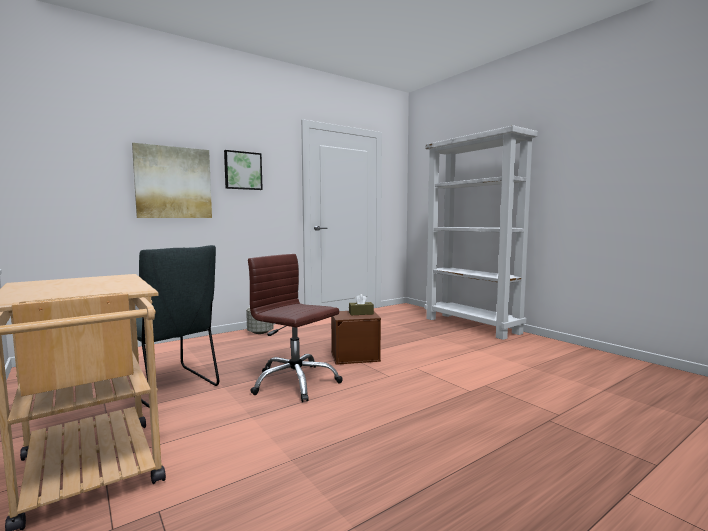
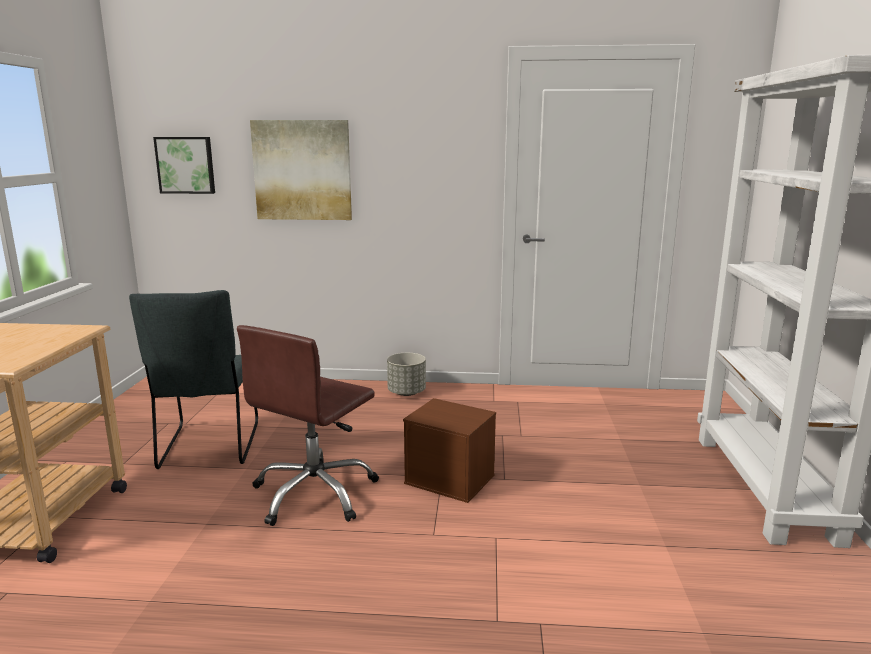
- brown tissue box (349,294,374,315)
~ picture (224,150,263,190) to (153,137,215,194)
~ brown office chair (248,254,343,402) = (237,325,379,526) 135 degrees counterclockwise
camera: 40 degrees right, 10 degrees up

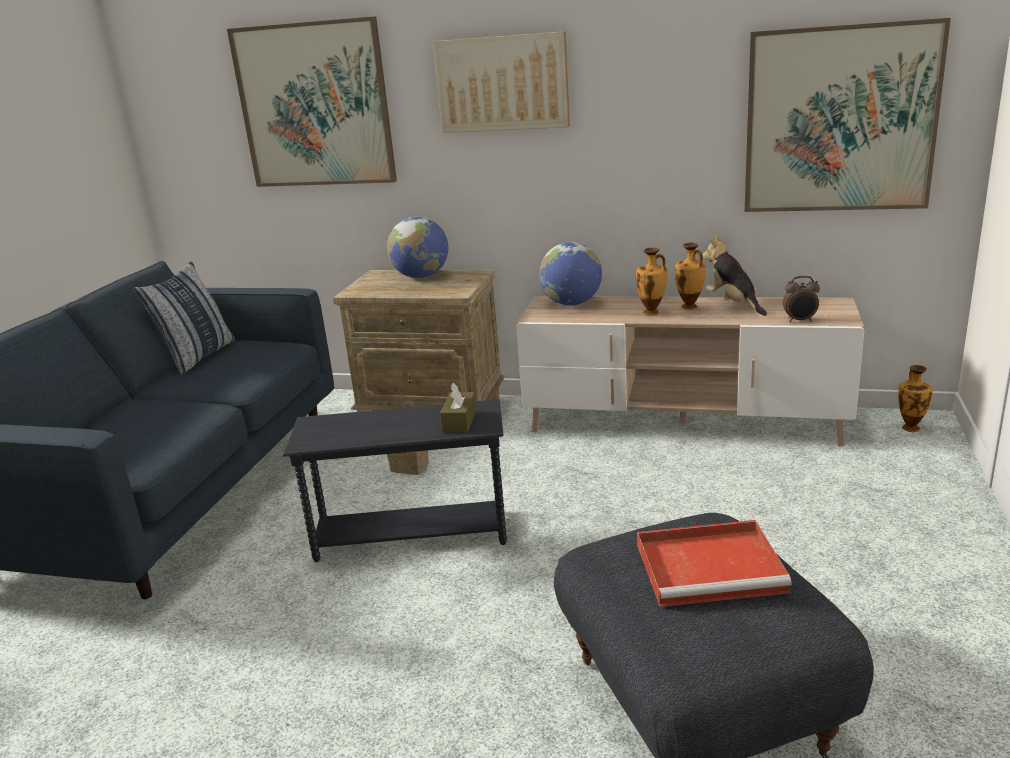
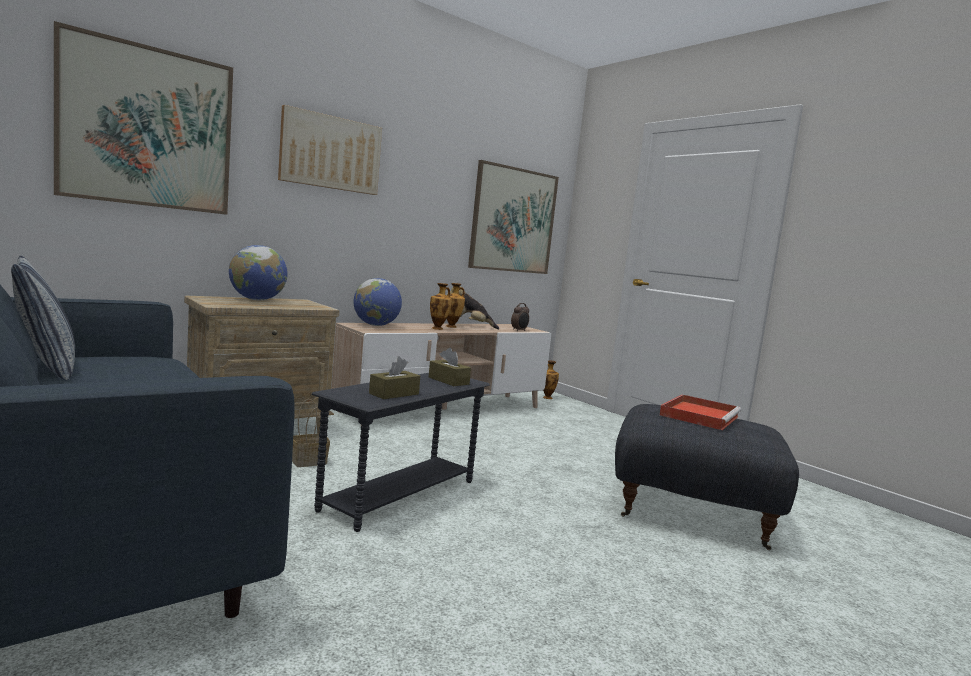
+ brown tissue box (369,356,420,399)
camera: 55 degrees left, 15 degrees down

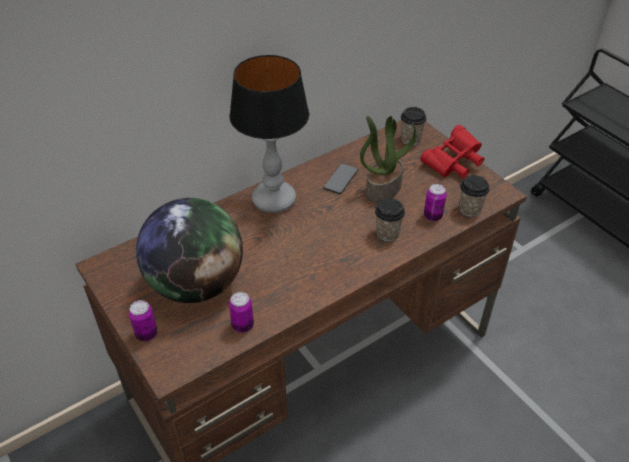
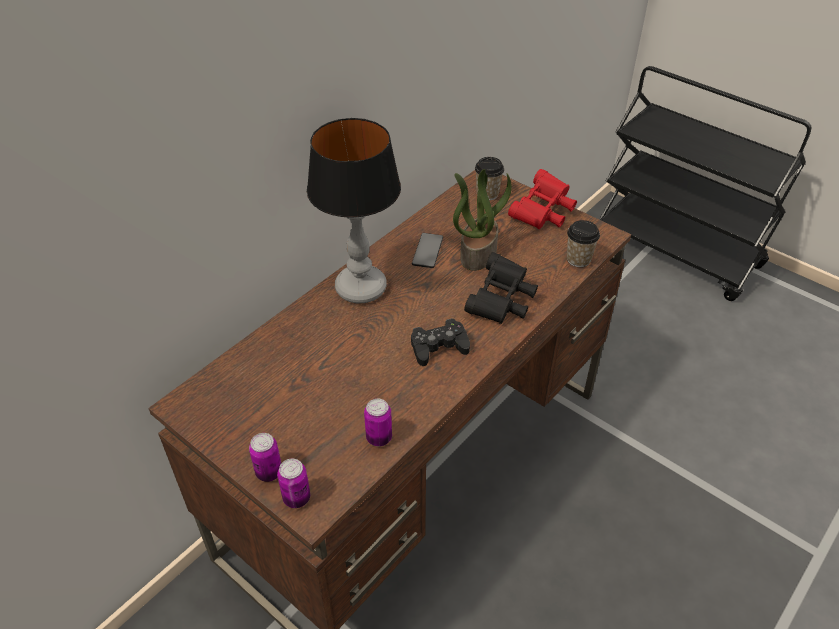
- globe (136,198,243,303)
+ black game controller (411,318,470,366)
~ can (424,184,447,221) to (277,459,310,508)
~ cup (375,198,405,241) to black binoculars (464,252,538,324)
camera: 15 degrees left, 0 degrees up

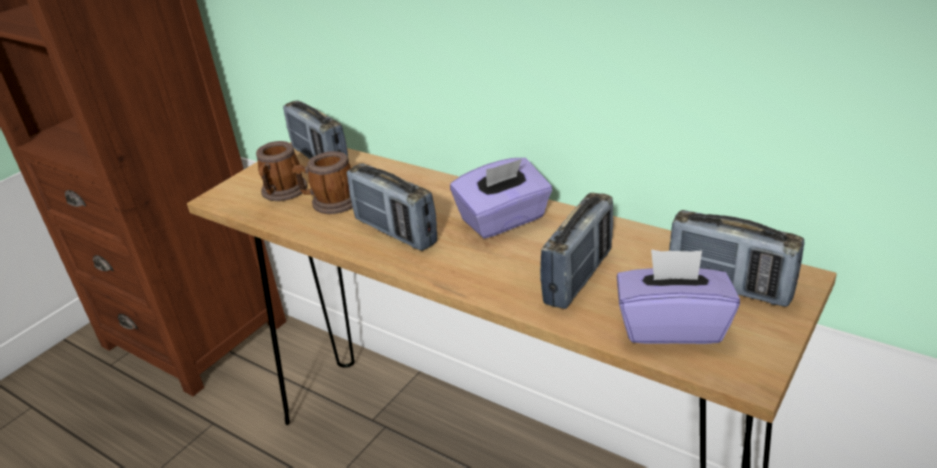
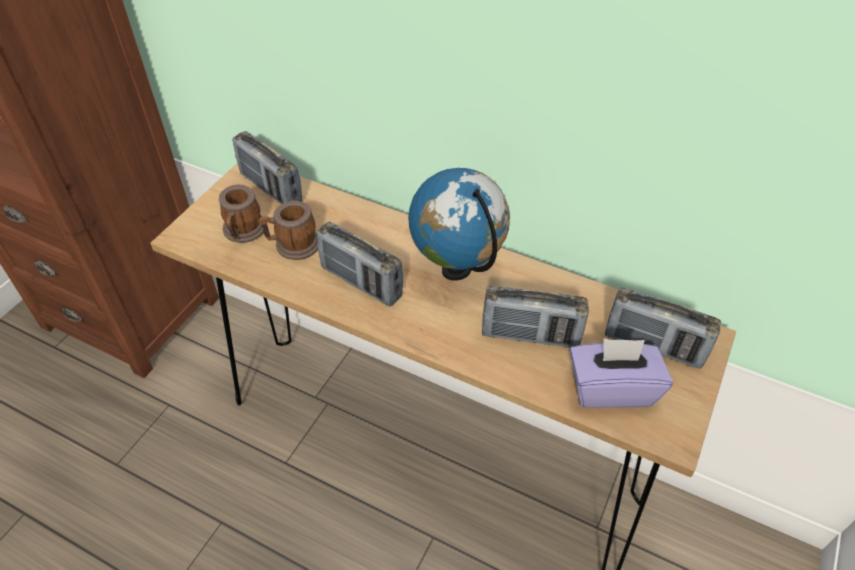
~ purple tissue box (450,158,552,239) to globe (408,168,510,281)
~ radio (540,193,613,309) = (482,286,589,348) 75 degrees clockwise
camera: 10 degrees left, 15 degrees up

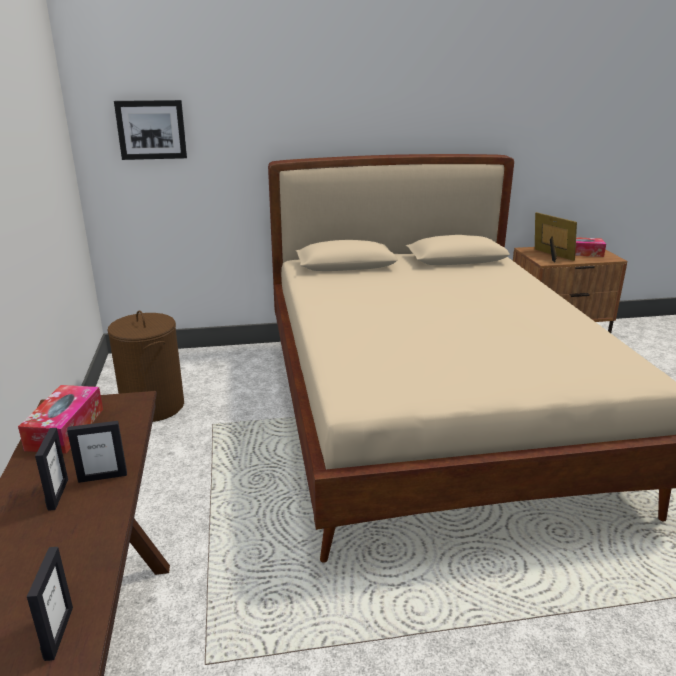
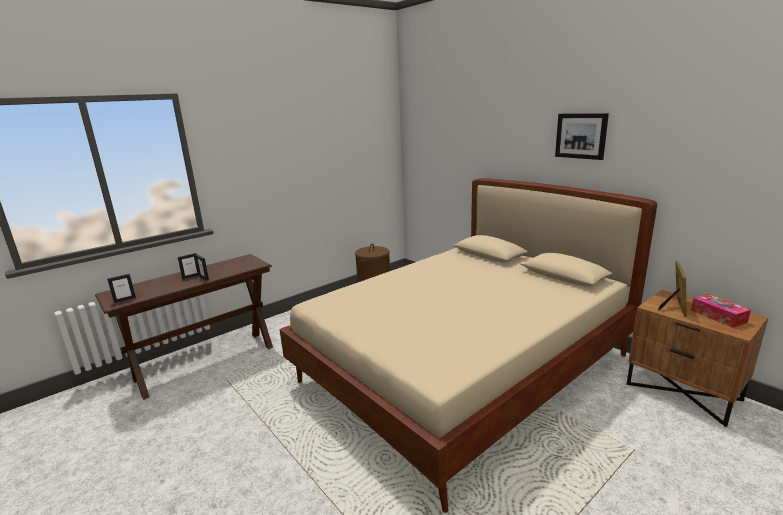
- tissue box (18,385,103,454)
~ picture (114,100,187,160) to (555,113,609,160)
camera: 60 degrees right, 5 degrees down

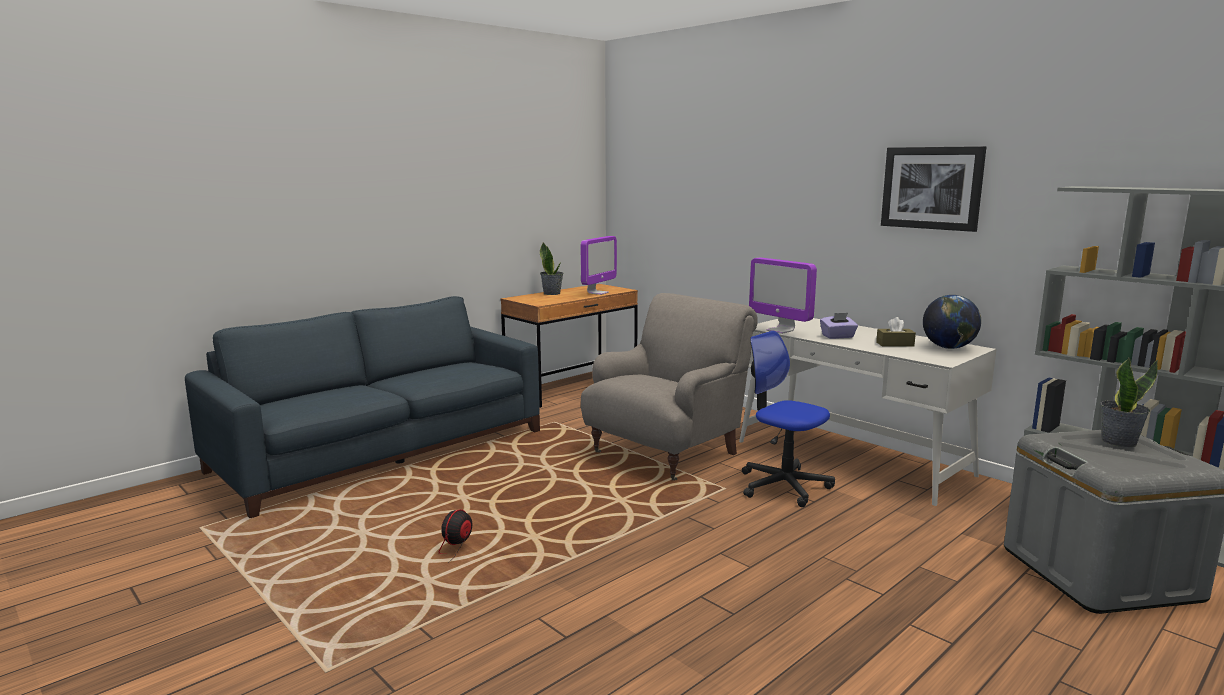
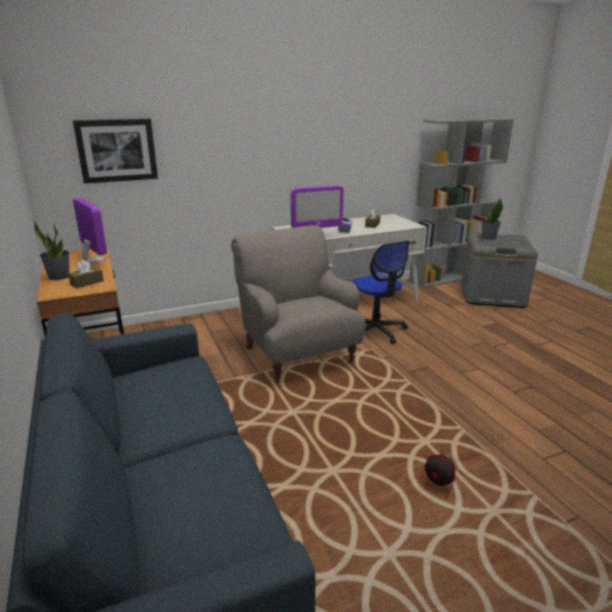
- globe (923,295,981,349)
+ brown tissue box (68,260,104,288)
~ picture (881,146,986,232) to (73,119,158,184)
~ office chair (742,331,835,507) = (353,241,409,344) 90 degrees counterclockwise
camera: 70 degrees left, 10 degrees up

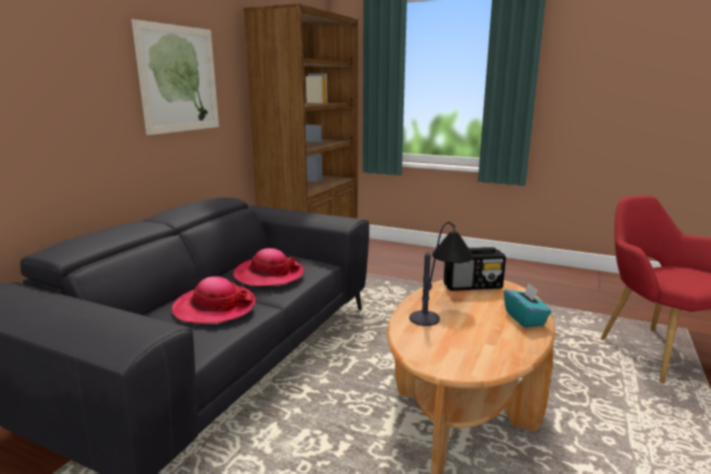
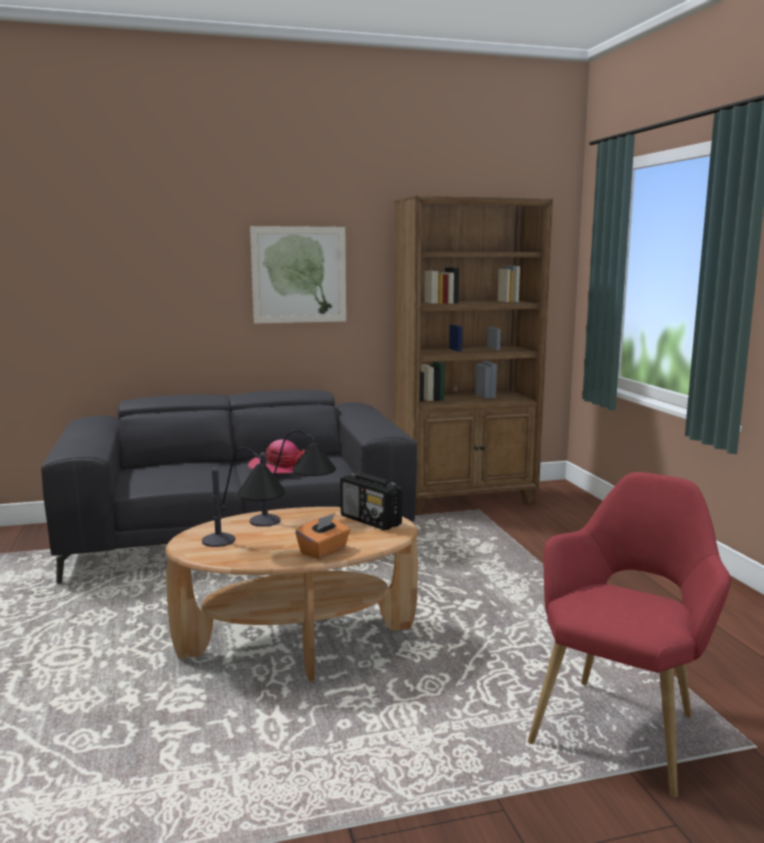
- hat (172,276,256,324)
+ table lamp (202,447,286,547)
~ turquoise tissue box (504,283,551,328) to orange tissue box (295,513,351,559)
camera: 50 degrees right, 5 degrees down

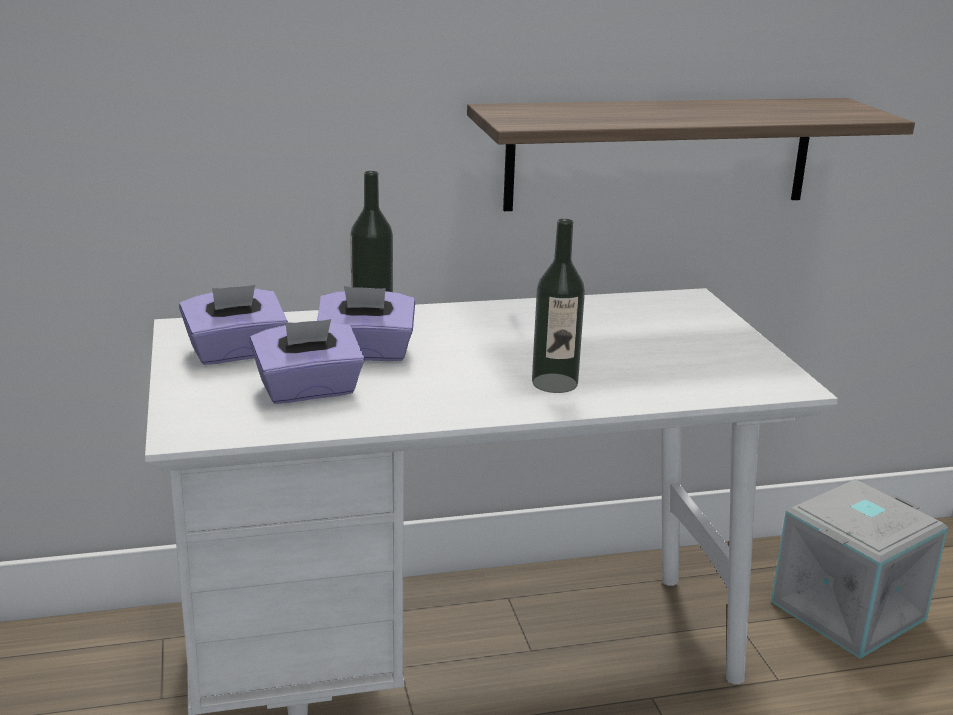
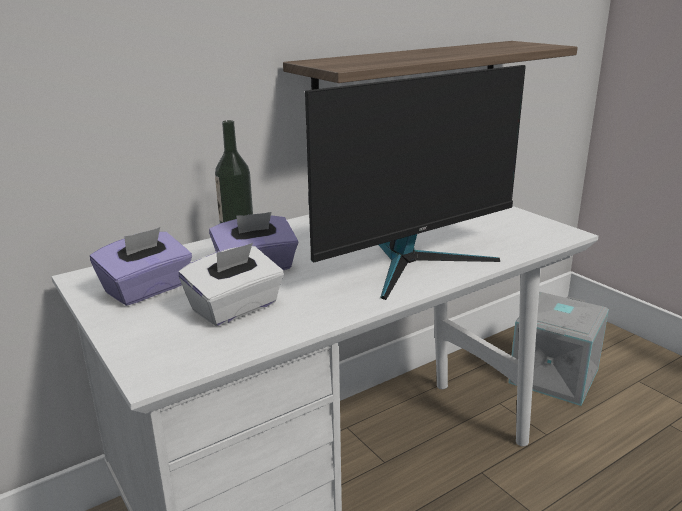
~ bottle (532,219,585,393) to monitor (305,65,526,300)
~ purple tissue box (250,319,365,404) to white tissue box (179,243,284,326)
camera: 20 degrees left, 0 degrees up

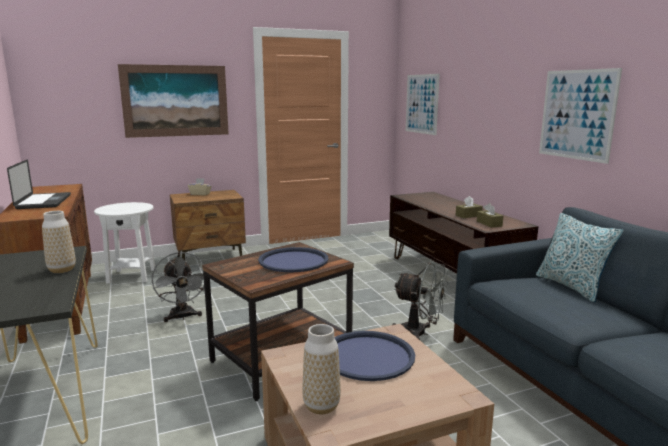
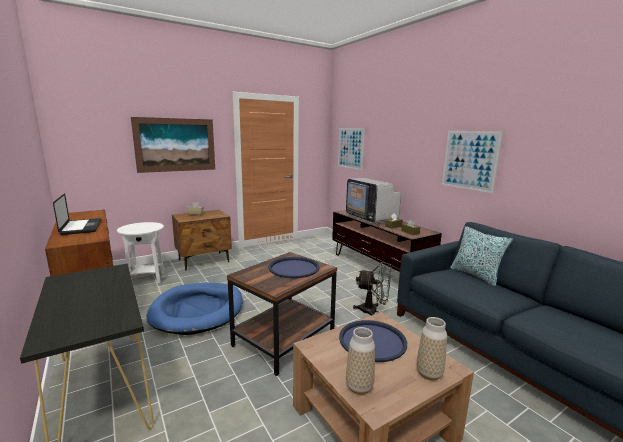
+ television (346,178,401,224)
~ vase (42,211,76,273) to (417,317,447,381)
~ grey fan (152,252,205,322) to blue dog bed (146,283,243,335)
camera: 10 degrees left, 0 degrees up

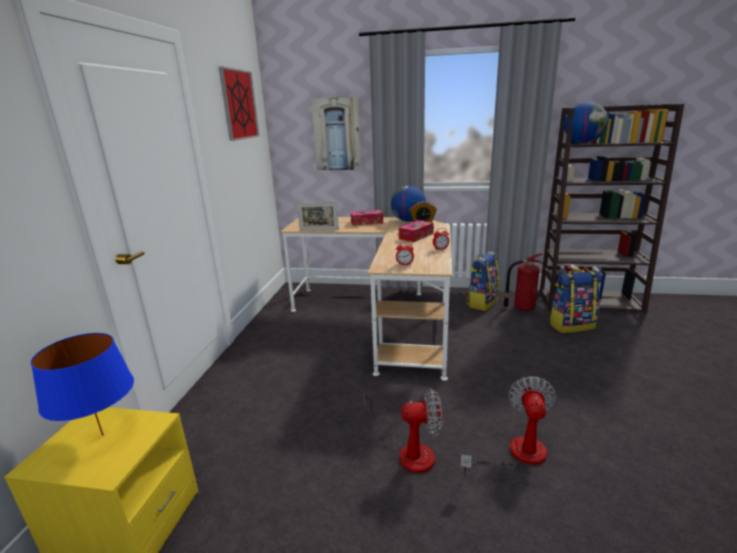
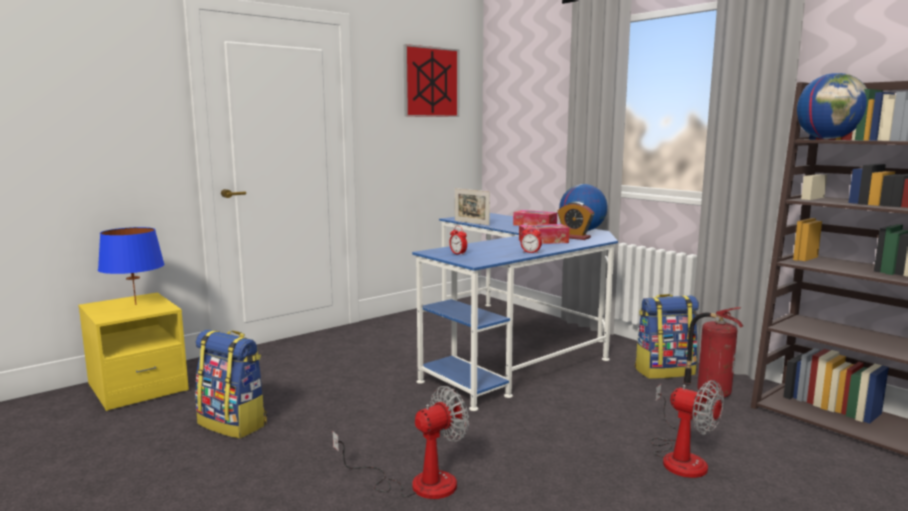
- picture (311,97,361,170)
~ fan (364,388,442,473) to (651,380,724,478)
~ backpack (549,270,602,333) to (195,330,267,439)
~ beige desk (280,217,452,381) to blue desk (412,213,618,411)
camera: 40 degrees right, 10 degrees down

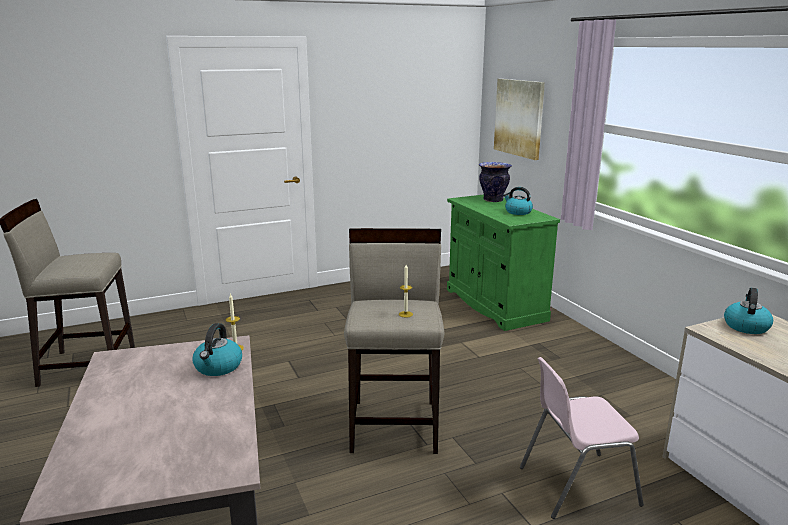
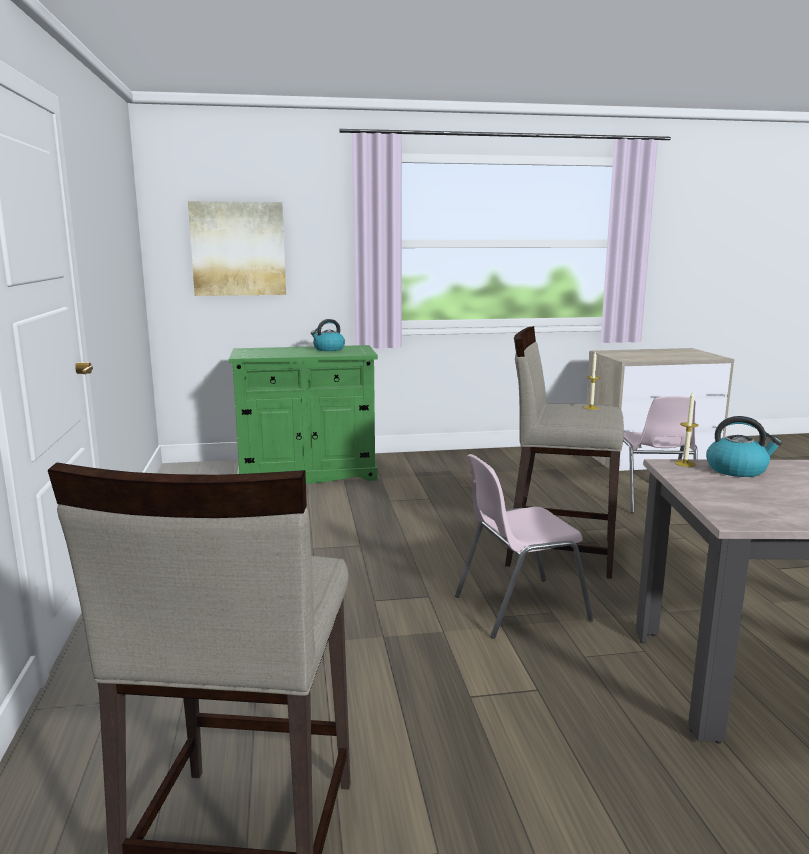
- vase (479,162,512,202)
- kettle (724,288,773,334)
+ pink chair (455,454,593,639)
camera: 75 degrees left, 5 degrees down

